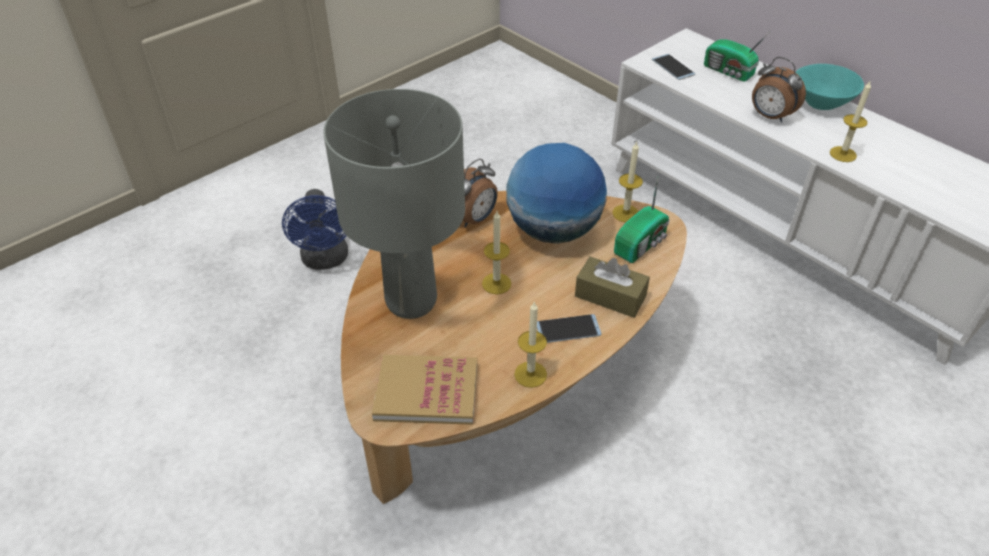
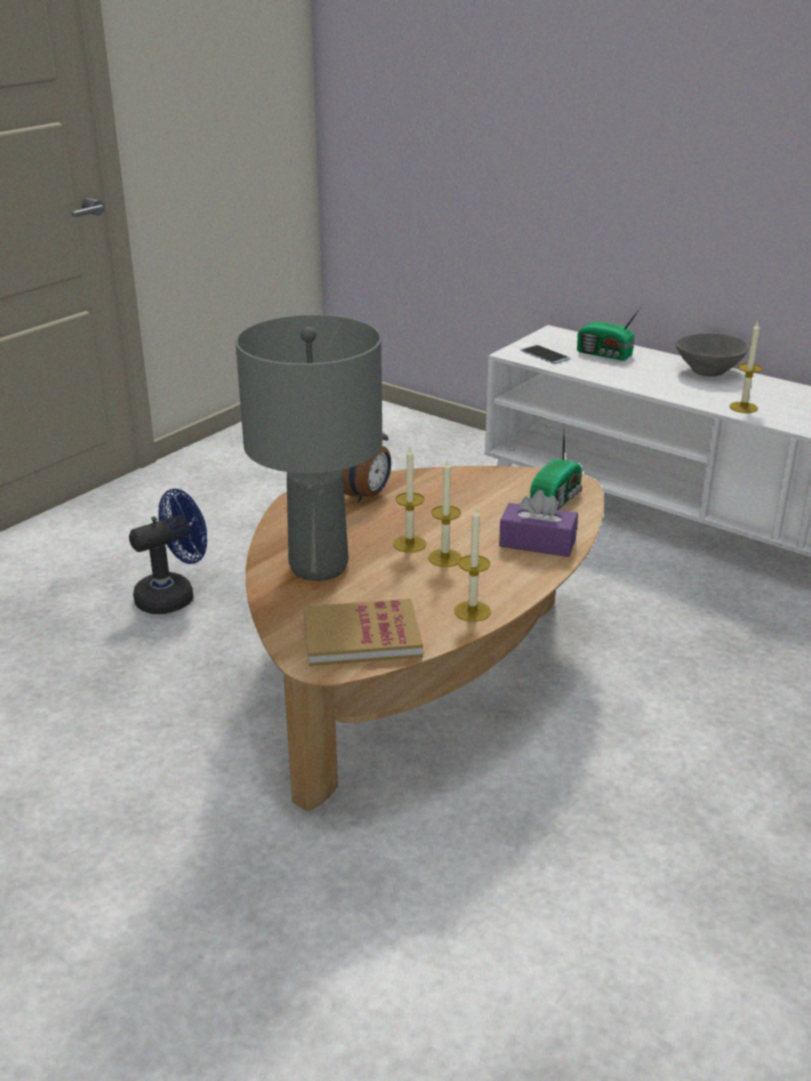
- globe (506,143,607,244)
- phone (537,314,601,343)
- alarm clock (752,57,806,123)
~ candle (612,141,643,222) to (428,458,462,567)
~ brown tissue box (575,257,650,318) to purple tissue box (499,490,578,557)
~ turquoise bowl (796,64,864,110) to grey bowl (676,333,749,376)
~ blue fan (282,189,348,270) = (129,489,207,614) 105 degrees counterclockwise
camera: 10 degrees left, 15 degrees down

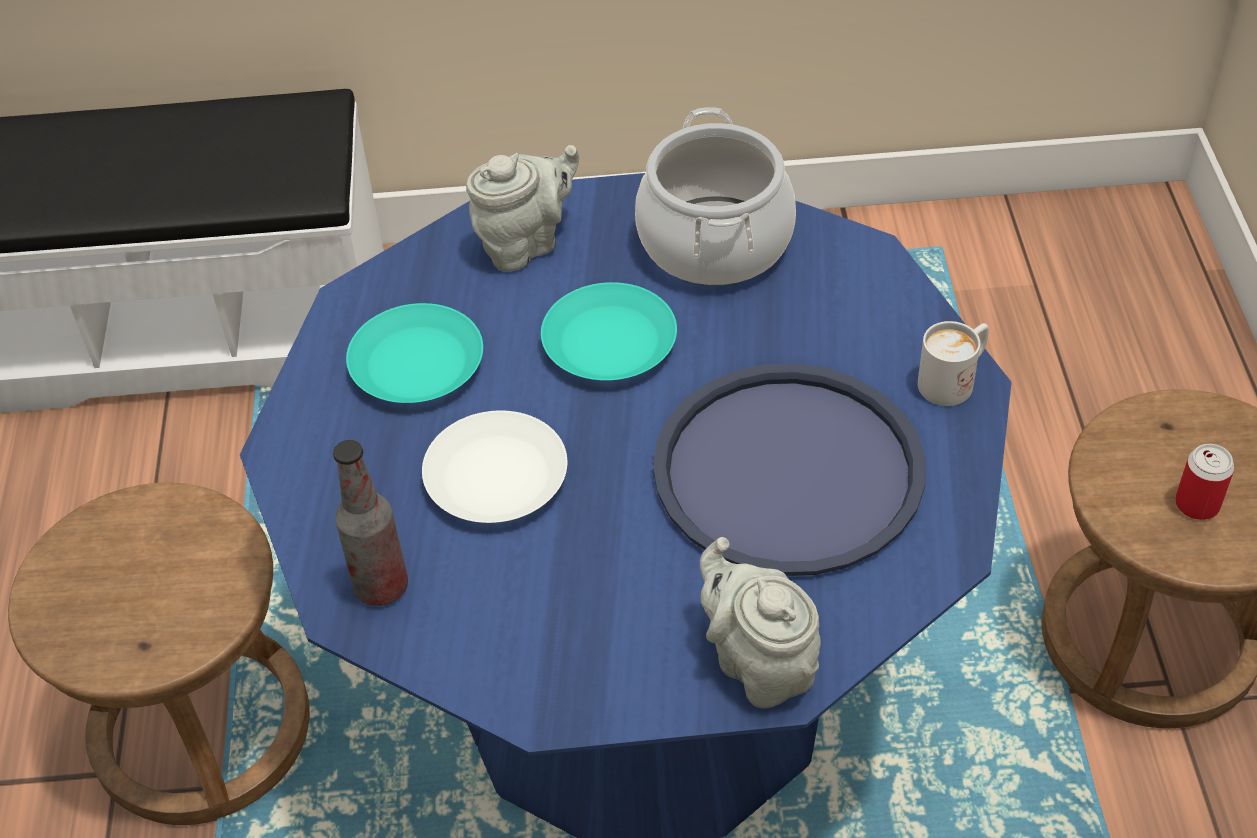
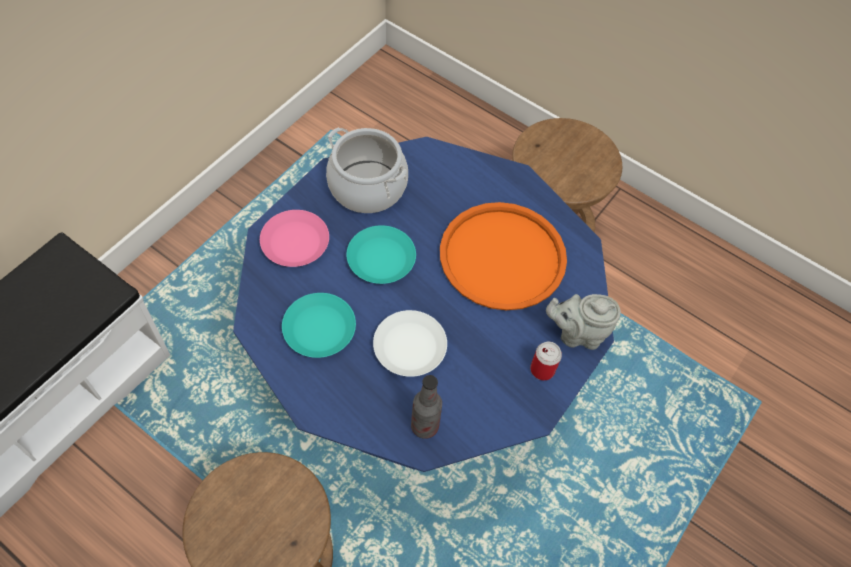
- white mug (918,321,989,406)
~ can (1175,444,1235,520) to (530,342,562,380)
~ grey teapot (466,145,579,271) to pink plate (260,210,329,267)
~ blue tray (653,363,926,576) to orange tray (440,202,567,310)
camera: 55 degrees left, 10 degrees up

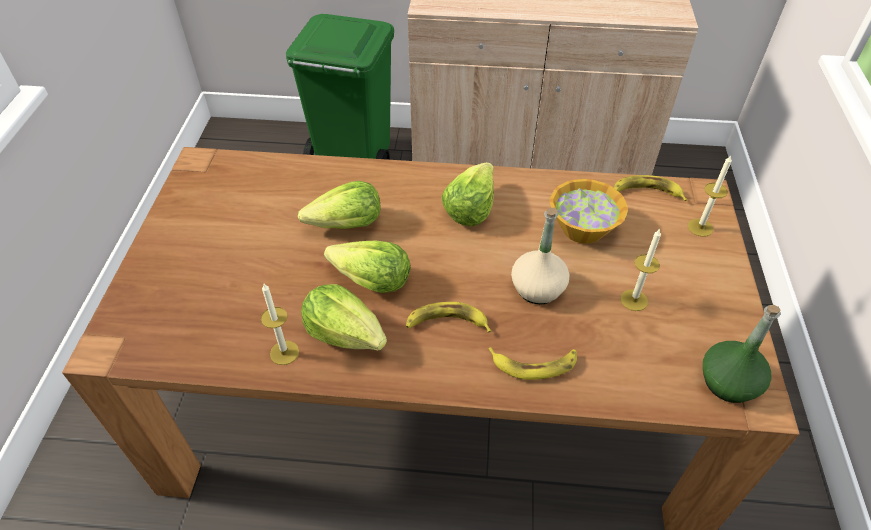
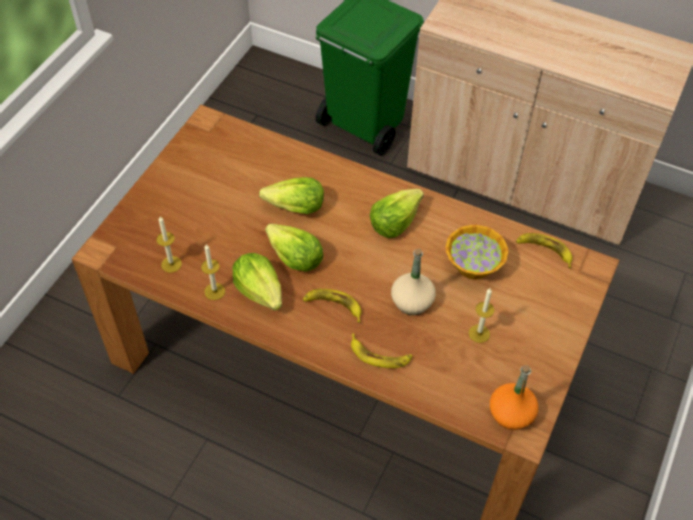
~ candle (688,156,732,237) to (156,216,182,273)
~ green bottle (703,305,781,403) to orange bottle (490,365,538,430)
camera: 20 degrees right, 5 degrees up

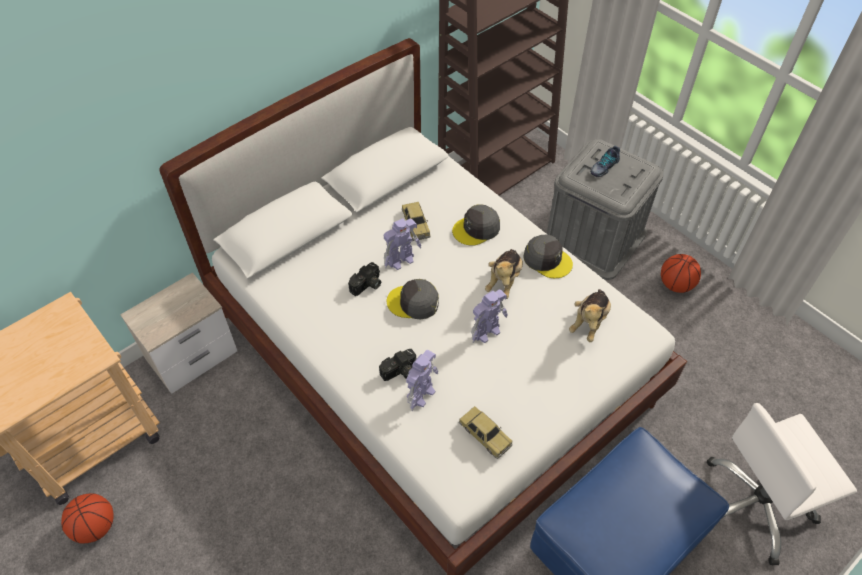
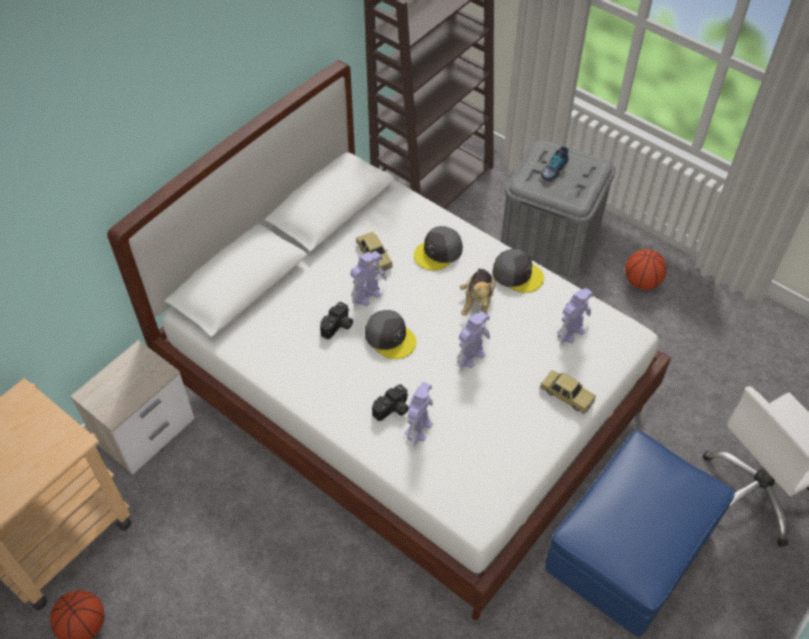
~ toy car (459,406,512,459) to (540,370,596,414)
~ plush toy (569,289,611,342) to toy robot (557,288,594,344)
~ grey cap (387,279,439,319) = (365,310,416,359) 135 degrees counterclockwise
camera: 10 degrees left, 0 degrees up

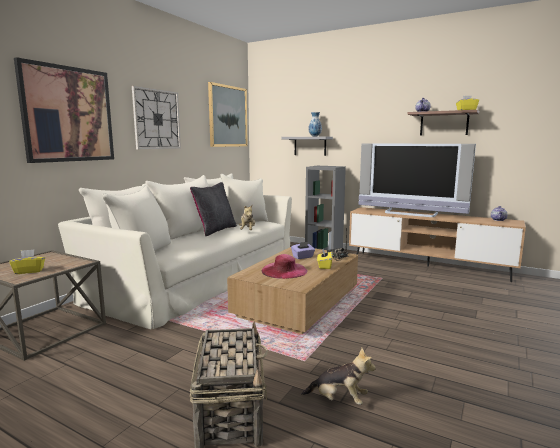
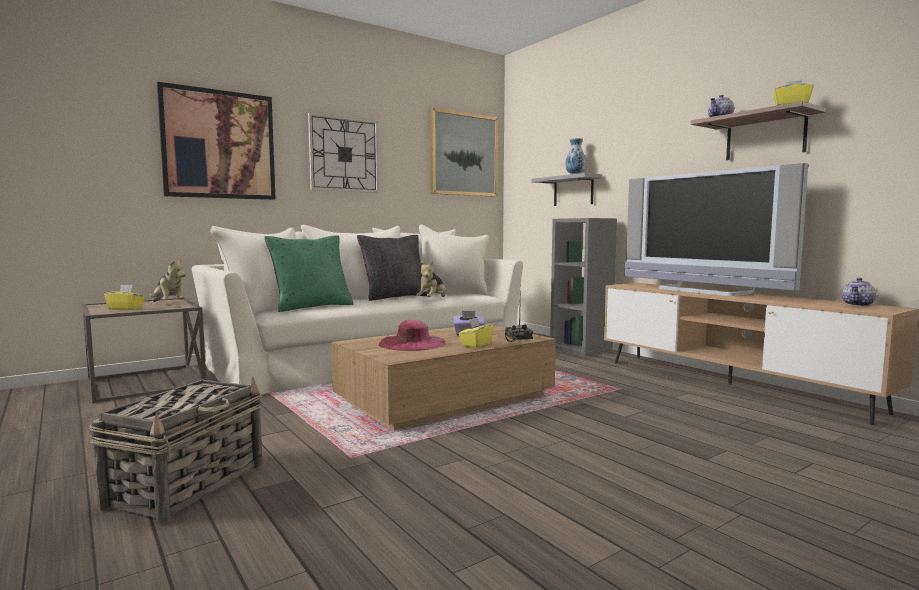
+ green pillow (264,235,354,312)
~ plush toy (301,348,376,405) to (150,259,186,302)
camera: 25 degrees right, 5 degrees down

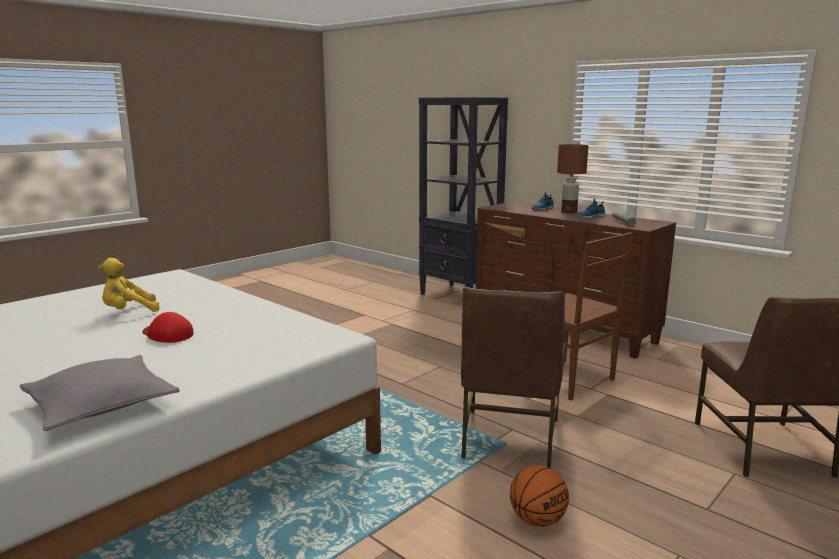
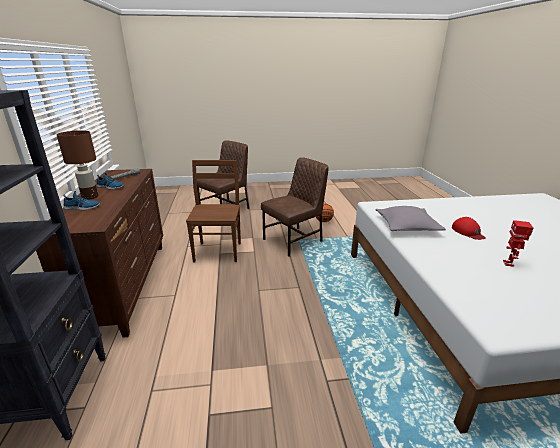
~ grey pillow (20,355,180,431) to (375,206,446,231)
~ yellow plush toy (98,258,160,312) to toy robot (503,220,533,267)
camera: 140 degrees left, 10 degrees up

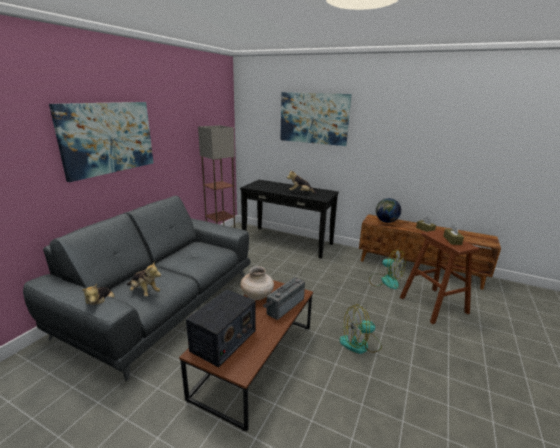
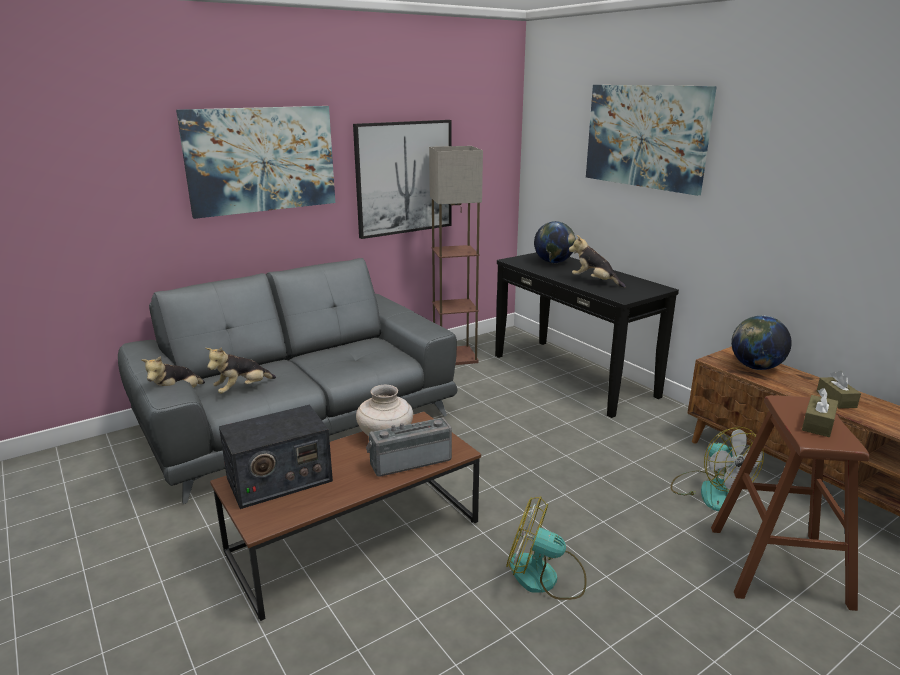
+ picture (353,120,452,239)
+ globe (534,221,576,263)
~ plush toy (127,260,161,297) = (205,347,276,394) 75 degrees clockwise
camera: 30 degrees right, 0 degrees up

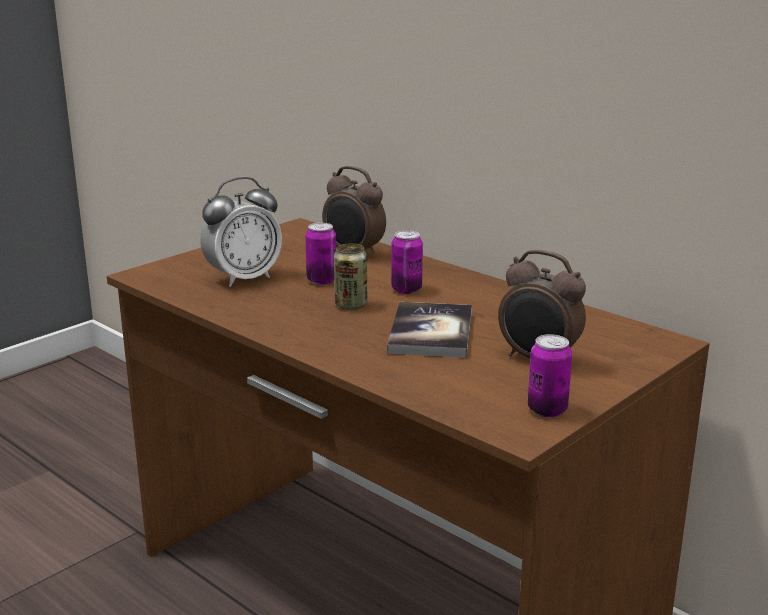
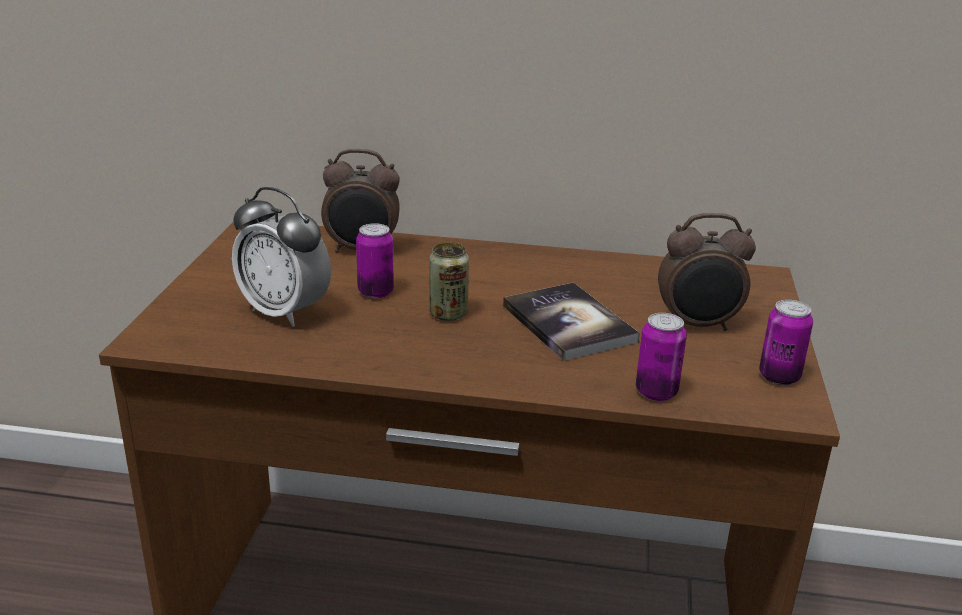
~ can (391,230,423,294) to (636,313,687,401)
~ alarm clock (200,177,282,287) = (232,187,331,327) 105 degrees clockwise
camera: 35 degrees left, 5 degrees up

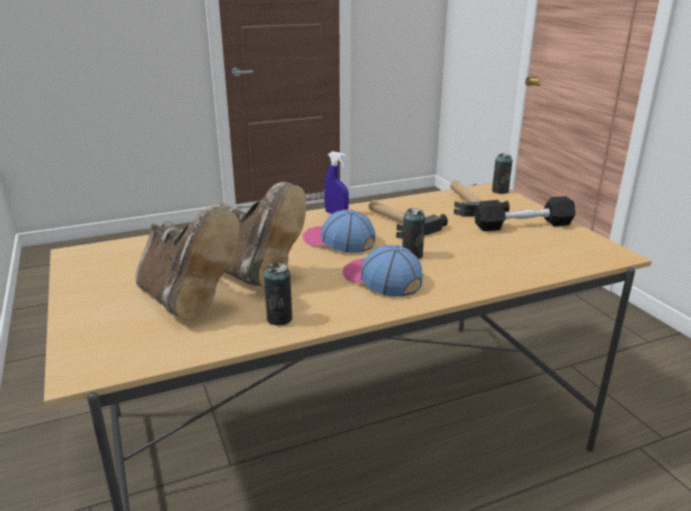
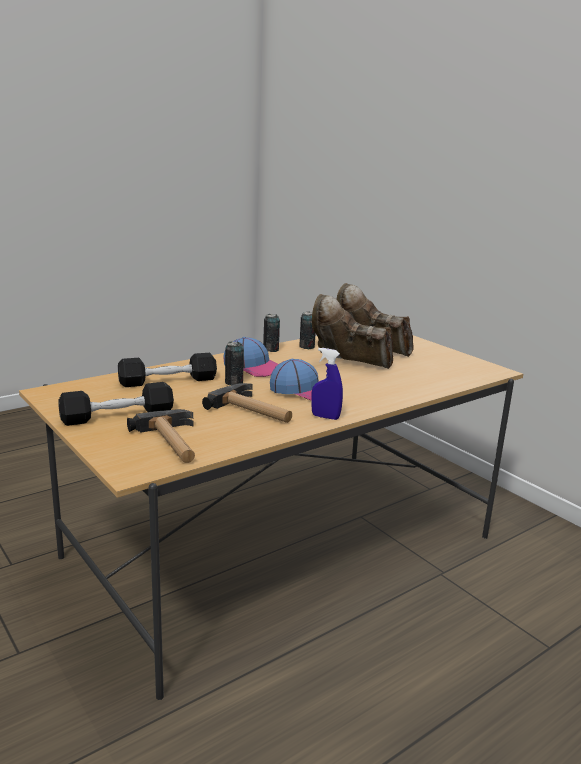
+ black dumbbell (118,353,217,387)
~ can (492,153,512,194) to (263,314,280,352)
camera: 165 degrees right, 5 degrees down

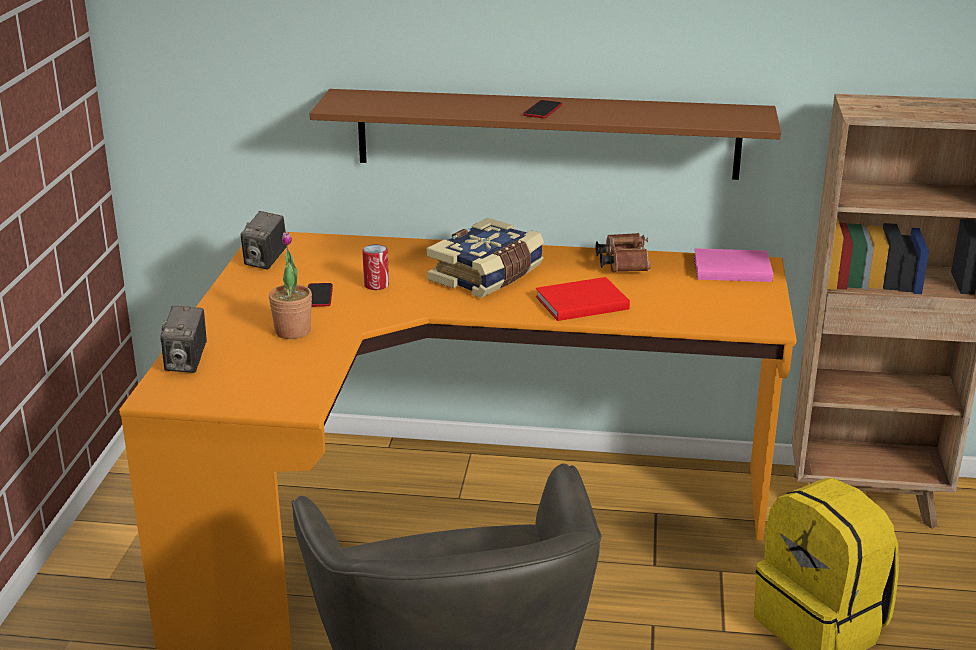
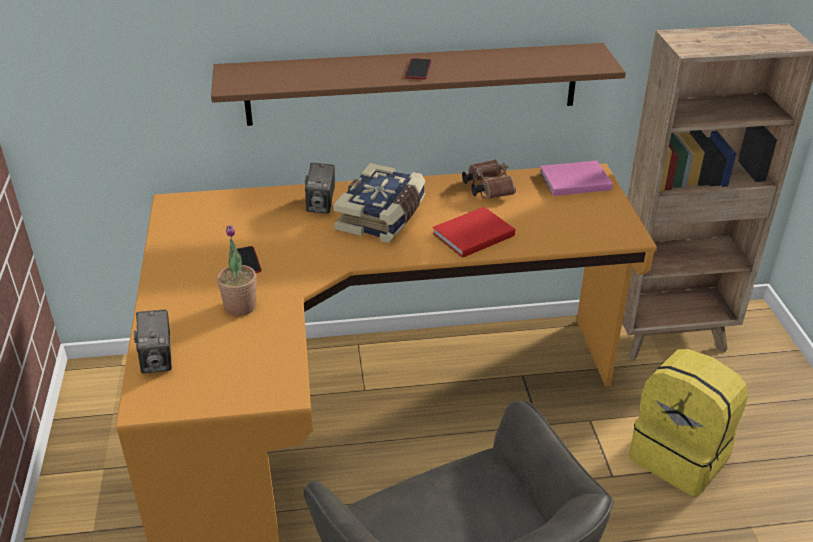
- can (362,244,389,290)
~ photo camera (241,211,287,270) to (305,163,335,214)
camera: 15 degrees left, 10 degrees up

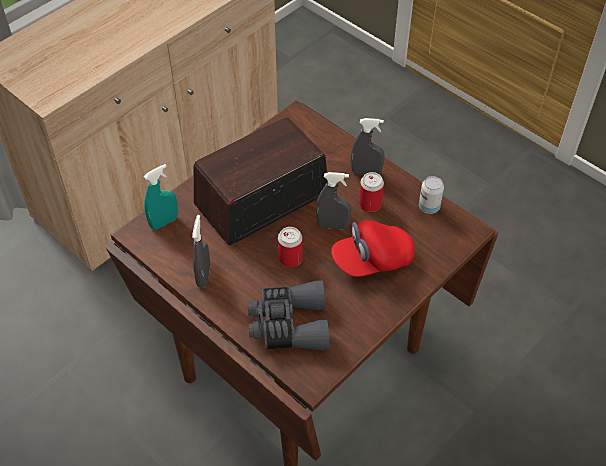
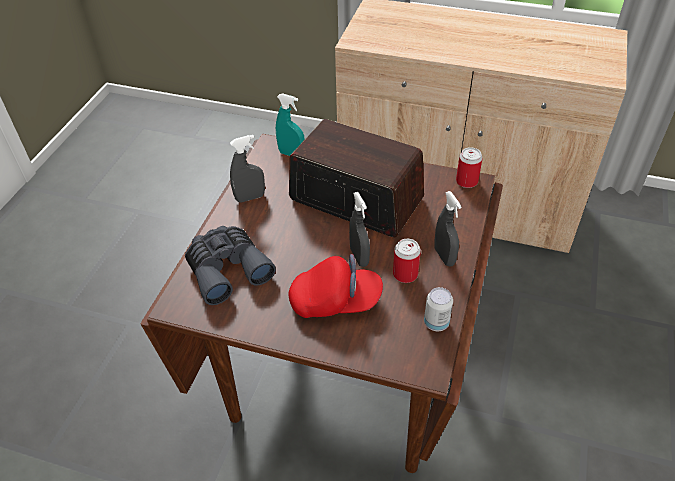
~ can (278,227,302,268) to (456,147,483,188)
~ red cap (331,220,415,277) = (288,254,383,318) 135 degrees clockwise
camera: 65 degrees right, 5 degrees down

